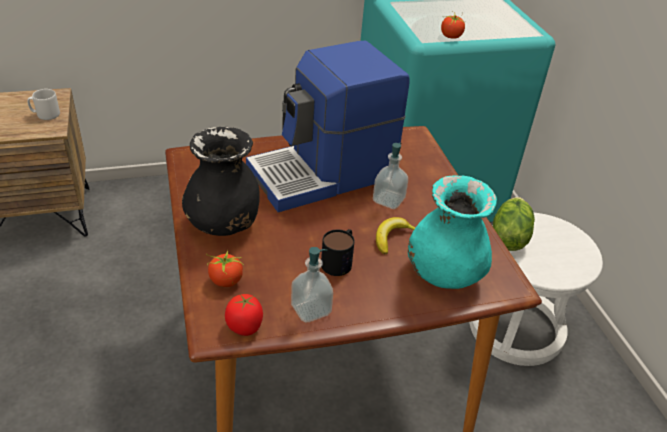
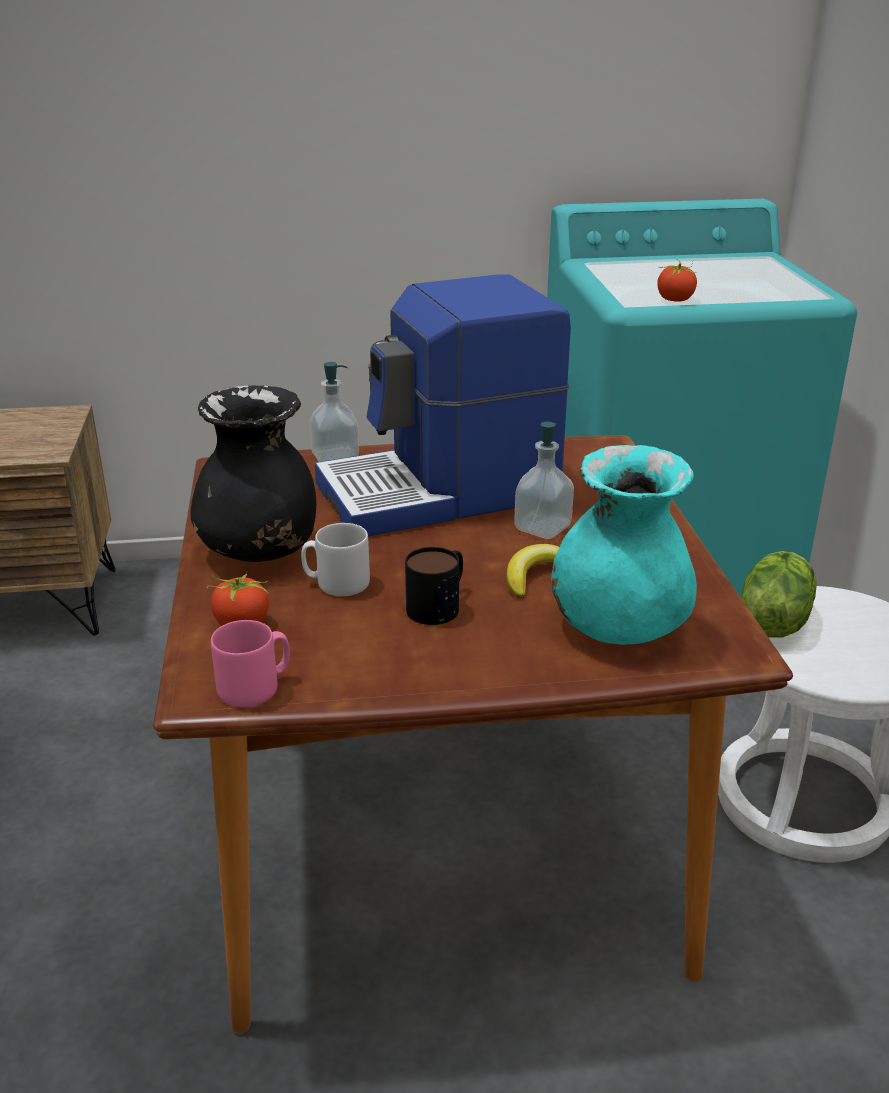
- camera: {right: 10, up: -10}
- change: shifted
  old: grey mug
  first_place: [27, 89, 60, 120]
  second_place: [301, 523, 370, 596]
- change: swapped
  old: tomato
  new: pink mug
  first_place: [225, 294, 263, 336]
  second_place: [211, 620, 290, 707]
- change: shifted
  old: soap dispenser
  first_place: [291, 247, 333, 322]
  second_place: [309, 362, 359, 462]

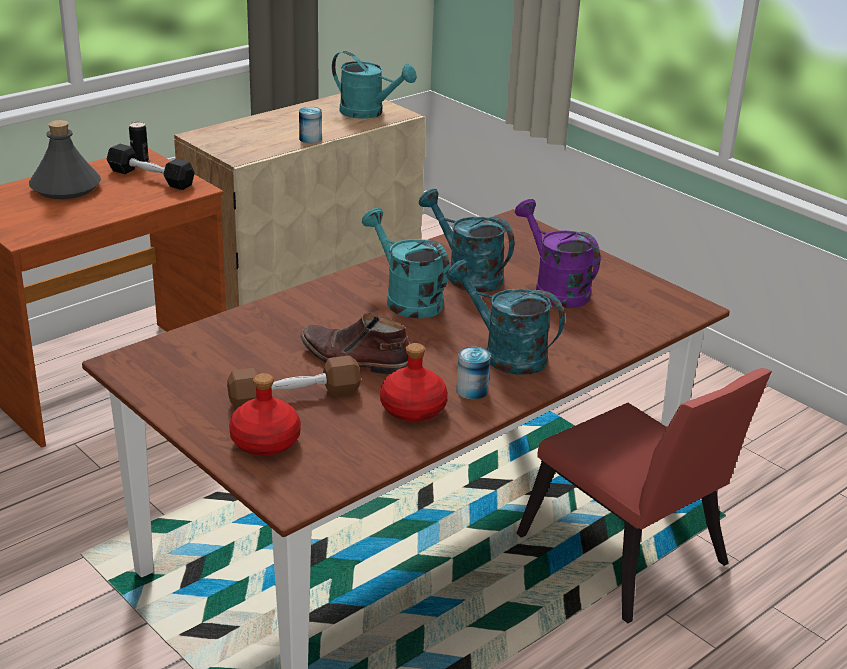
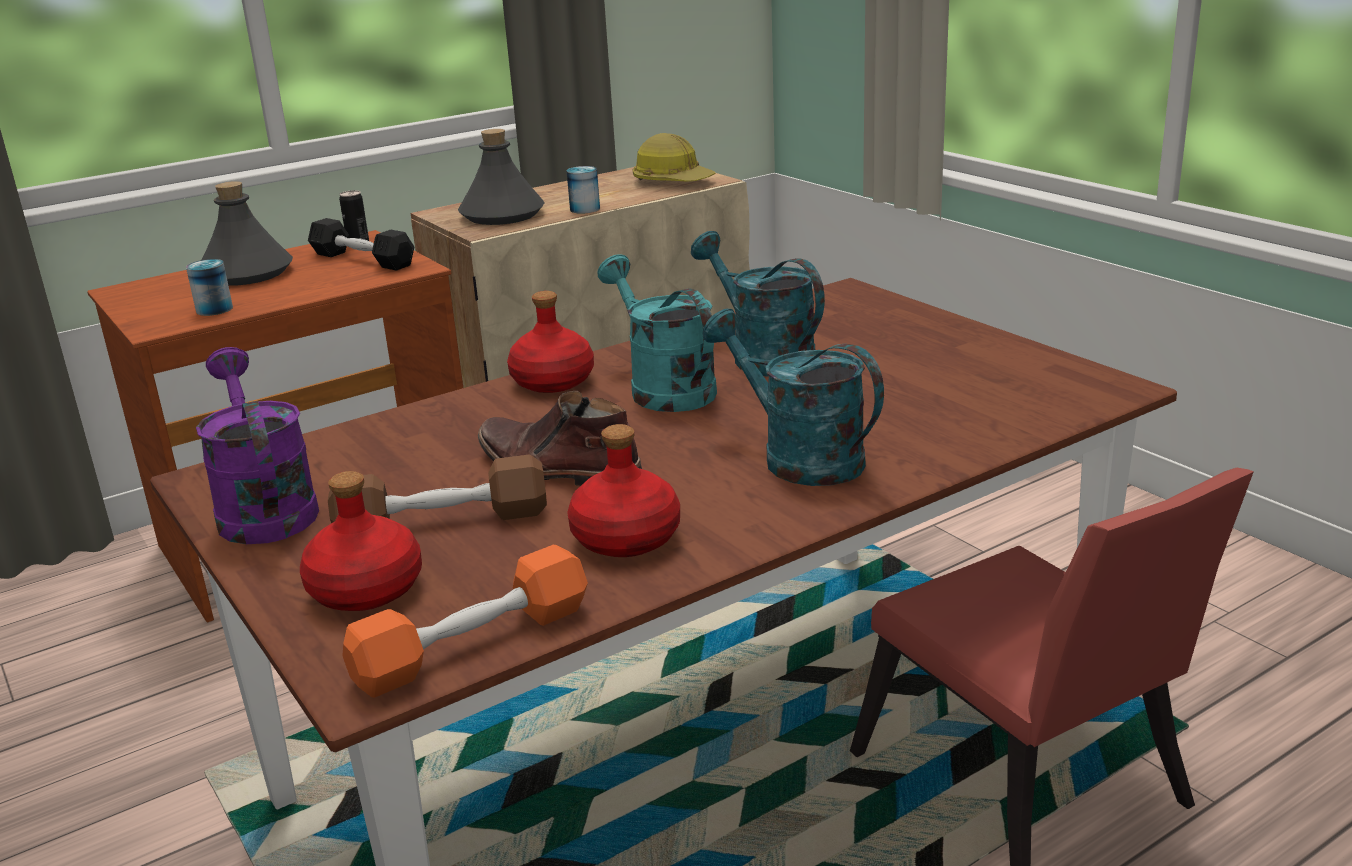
- camera: {right: 10, up: -5}
- change: swapped
  old: turquoise watering can
  new: hard hat
  first_place: [332, 51, 417, 119]
  second_place: [633, 133, 716, 182]
- change: shifted
  old: can
  first_place: [456, 347, 491, 400]
  second_place: [186, 259, 233, 316]
- change: shifted
  old: purple watering can
  first_place: [515, 199, 600, 308]
  second_place: [196, 347, 319, 544]
- change: new
  new: orange dumbbell
  second_place: [342, 545, 588, 698]
- change: new
  new: grey bottle
  second_place: [458, 129, 544, 225]
- change: new
  new: red bottle
  second_place: [507, 291, 594, 393]

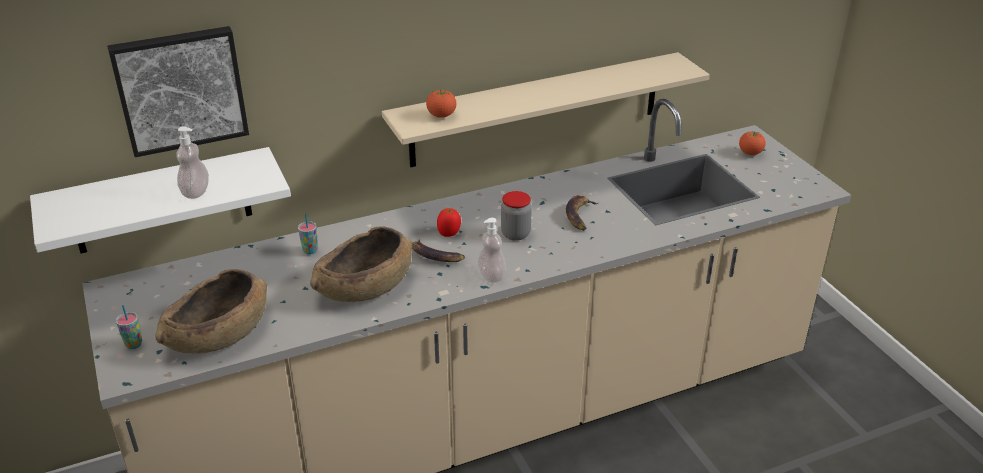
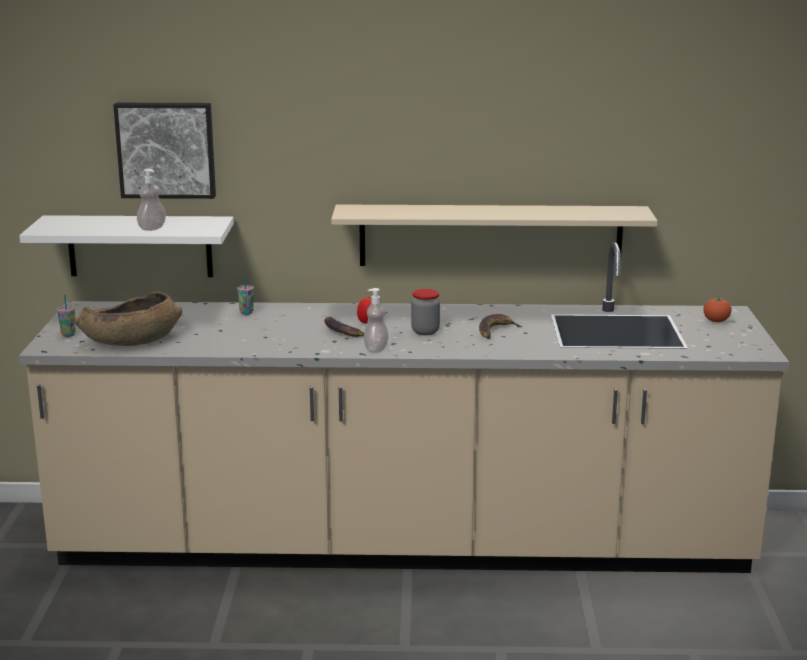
- camera: {right: 25, up: -15}
- change: gone
  old: brown bowl
  first_place: [310, 226, 413, 302]
- change: gone
  old: tomato
  first_place: [426, 89, 456, 118]

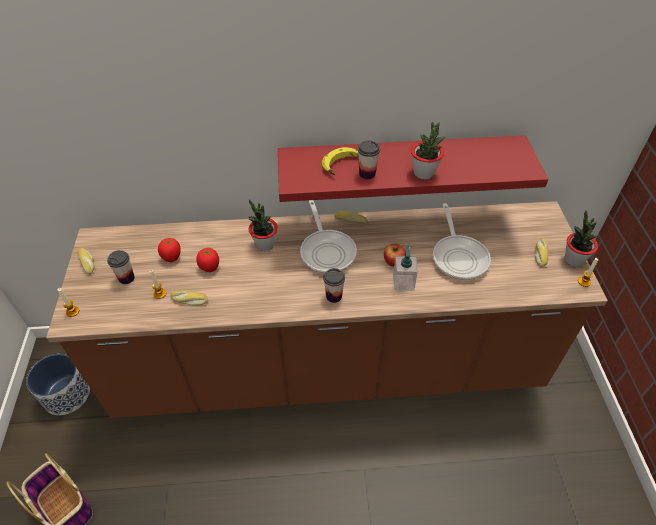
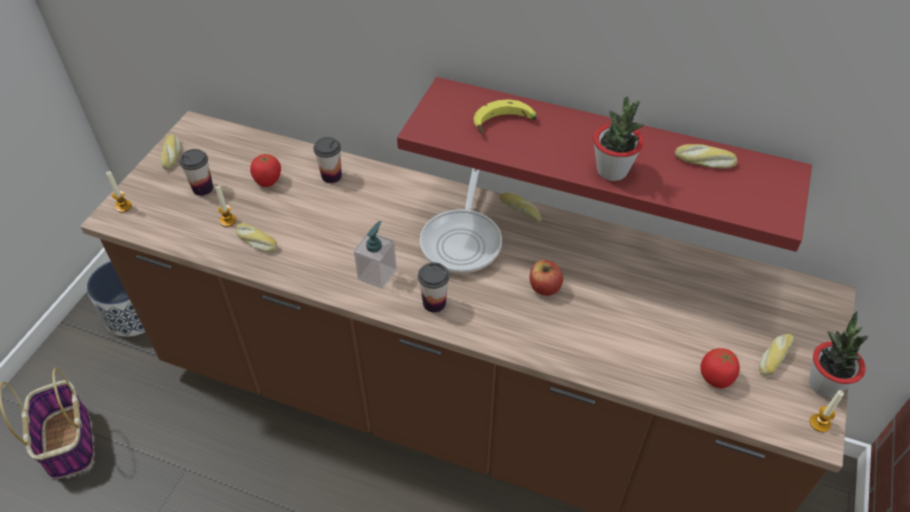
- camera: {right: 25, up: 0}
- change: shifted
  old: tomato
  first_place: [196, 248, 219, 272]
  second_place: [700, 348, 740, 388]
- change: gone
  old: potted plant
  first_place: [248, 199, 278, 251]
- change: shifted
  old: cup
  first_place: [358, 140, 380, 179]
  second_place: [313, 137, 342, 183]
- change: shifted
  old: soap dispenser
  first_place: [393, 245, 418, 291]
  second_place: [354, 221, 397, 289]
- change: gone
  old: frying pan
  first_place: [433, 203, 491, 280]
- change: new
  new: bread
  second_place: [675, 144, 737, 169]

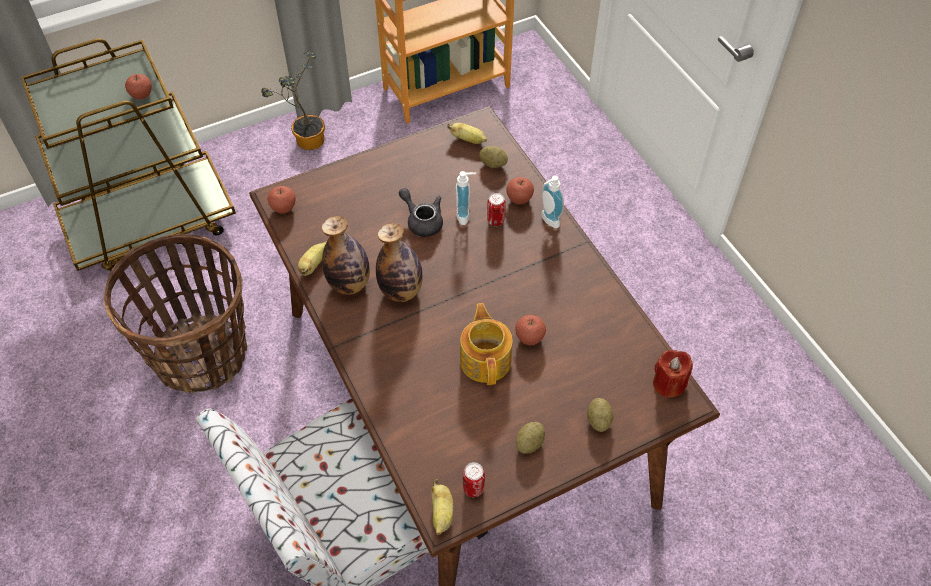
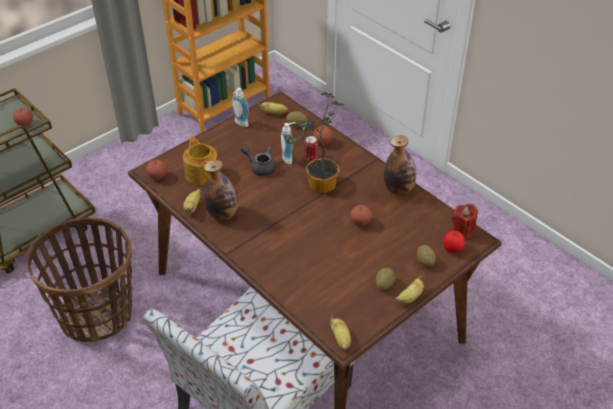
- camera: {right: -15, up: -10}
- change: shifted
  old: potted plant
  first_place: [261, 51, 325, 150]
  second_place: [284, 92, 345, 193]
- change: shifted
  old: bottle
  first_place: [376, 223, 423, 302]
  second_place: [384, 135, 416, 195]
- change: shifted
  old: teapot
  first_place: [460, 303, 513, 385]
  second_place: [183, 136, 217, 185]
- change: gone
  old: can
  first_place: [463, 462, 485, 497]
- change: shifted
  old: soap dispenser
  first_place: [541, 176, 564, 228]
  second_place: [232, 88, 249, 127]
- change: new
  new: banana
  second_place: [396, 276, 424, 304]
- change: new
  new: tomato
  second_place: [443, 230, 465, 253]

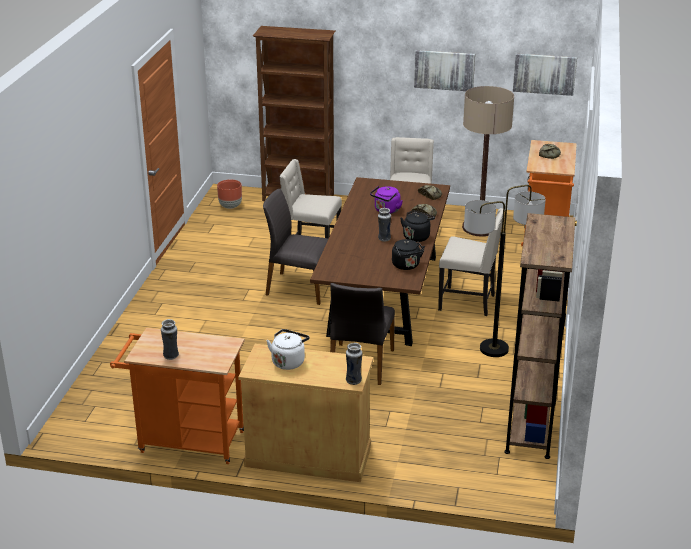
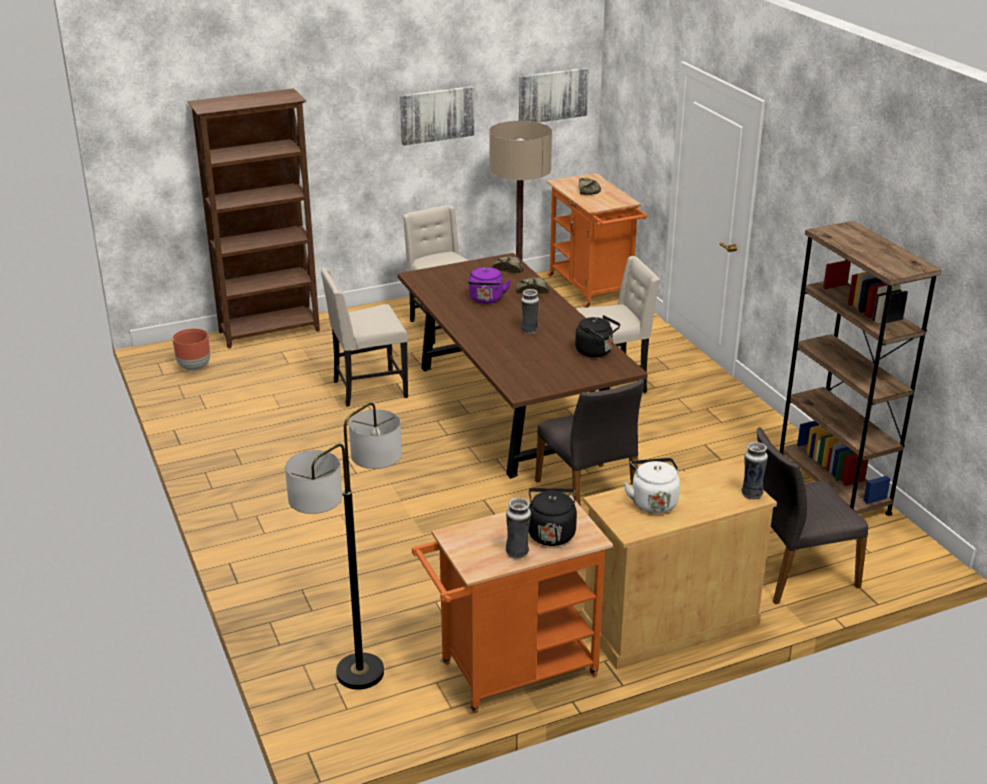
- camera: {right: -35, up: 0}
- change: shifted
  old: grey chair
  first_place: [263, 189, 328, 305]
  second_place: [757, 427, 868, 604]
- change: shifted
  old: black kettle
  first_place: [400, 210, 435, 242]
  second_place: [529, 488, 577, 546]
- change: shifted
  old: floor lamp
  first_place: [464, 185, 546, 357]
  second_place: [285, 403, 402, 690]

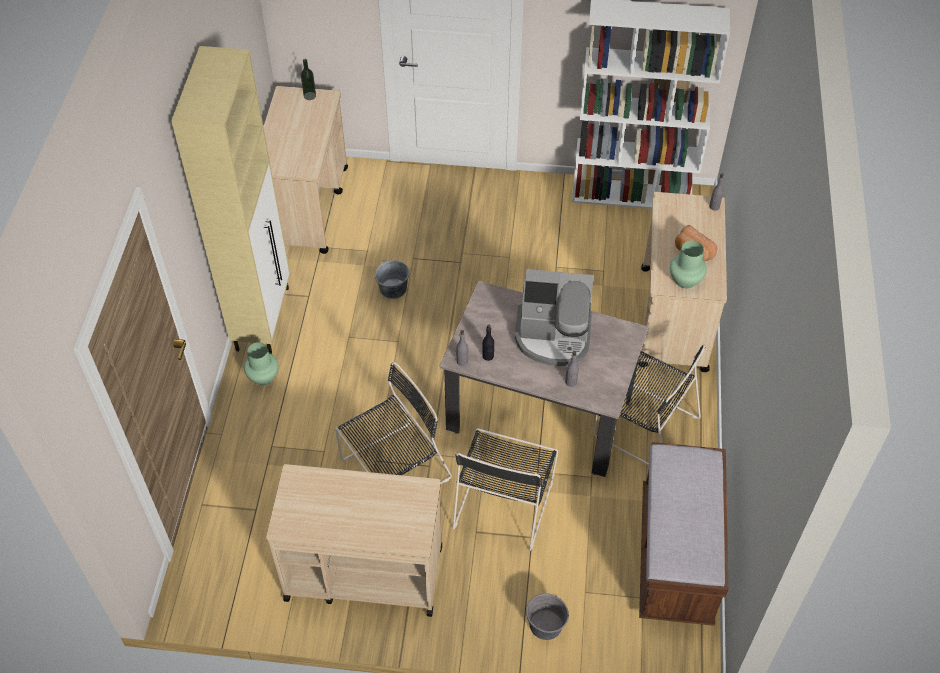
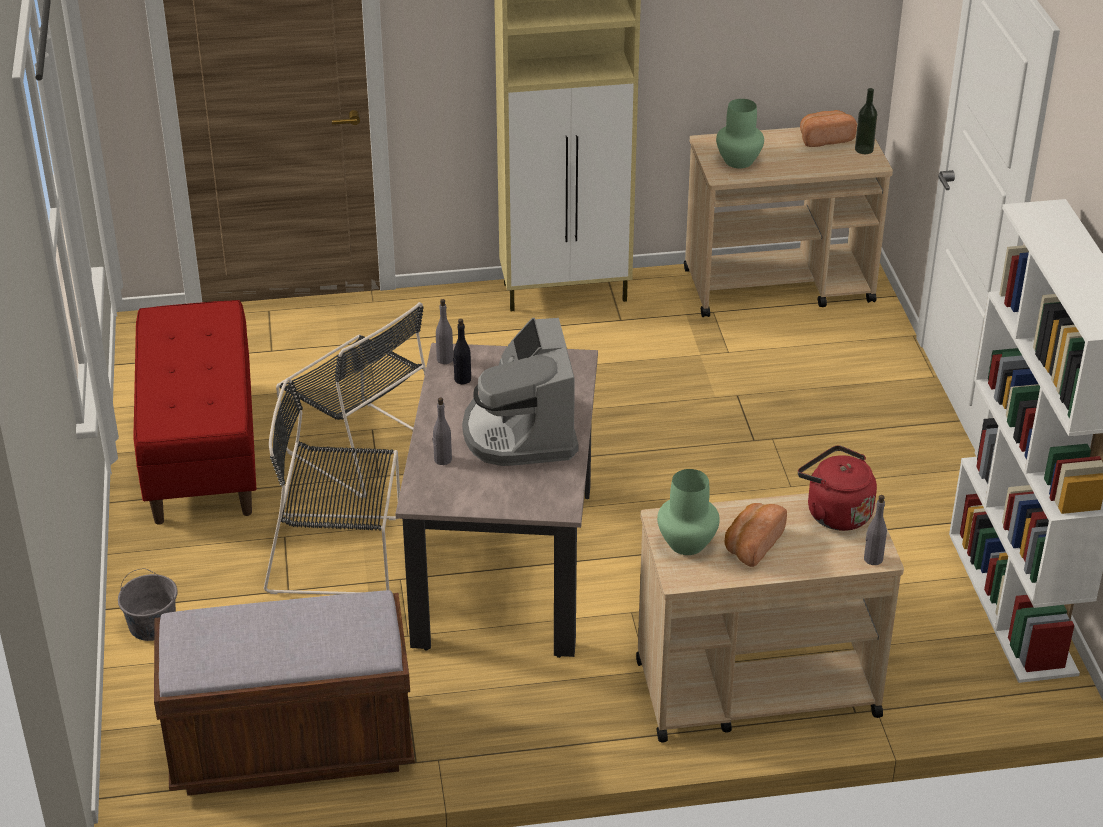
- camera: {right: 75, up: -15}
- change: shifted
  old: green vase
  first_place: [244, 342, 279, 385]
  second_place: [716, 99, 764, 168]
- change: swapped
  old: beige cart
  new: red bench
  first_place: [266, 464, 442, 617]
  second_place: [134, 300, 256, 525]
- change: gone
  old: grey bucket
  first_place: [375, 260, 410, 299]
- change: gone
  old: black chair
  first_place: [593, 344, 706, 465]
- change: new
  new: red kettle
  second_place: [798, 445, 877, 531]
- change: new
  new: bread
  second_place: [800, 110, 857, 147]

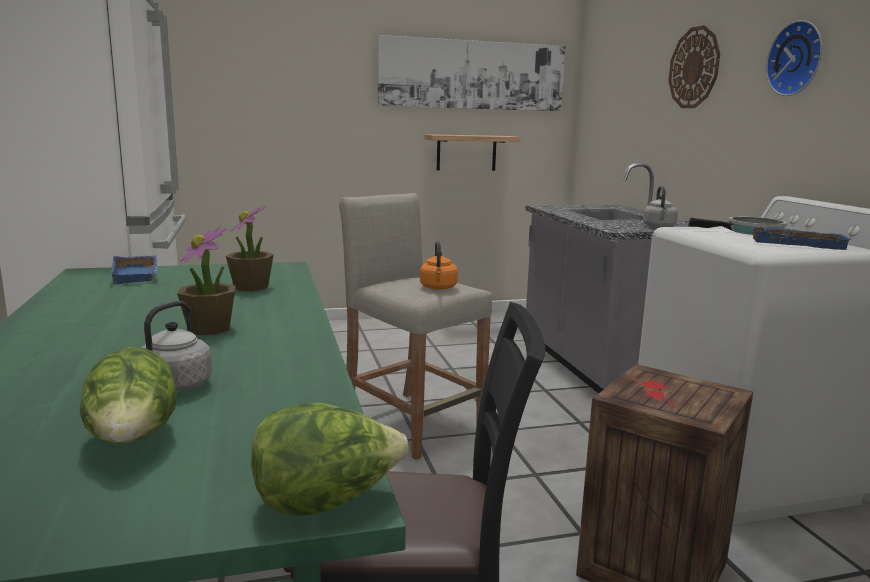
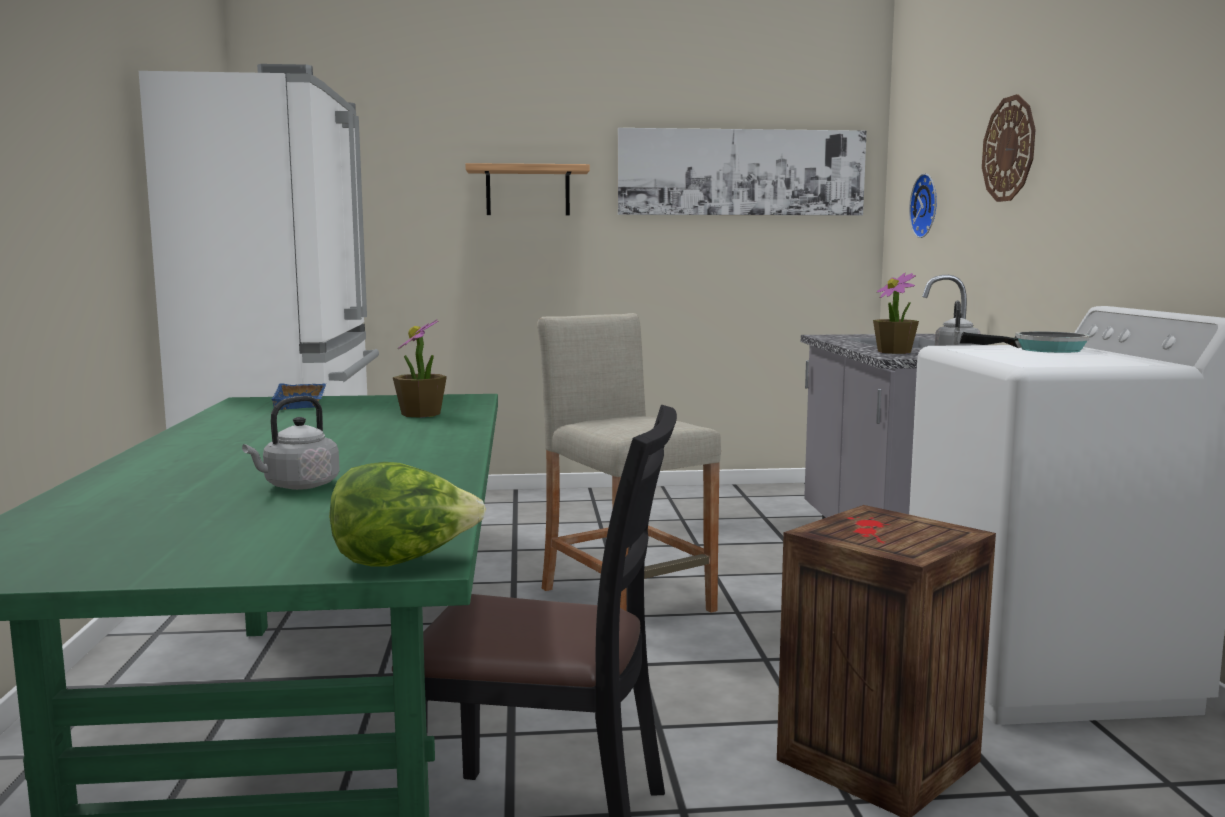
- camera: {right: 10, up: -5}
- change: gone
  old: lettuce
  first_place: [80, 347, 177, 443]
- change: shifted
  old: potted plant
  first_place: [177, 226, 236, 335]
  second_place: [873, 273, 919, 354]
- change: gone
  old: orange kettle
  first_place: [420, 240, 458, 290]
- change: shifted
  old: shelf
  first_place: [425, 134, 520, 171]
  second_place: [466, 163, 590, 215]
- change: gone
  old: blue tray
  first_place: [750, 225, 852, 250]
- change: shifted
  old: wall clock
  first_place: [766, 20, 822, 96]
  second_place: [909, 173, 937, 238]

